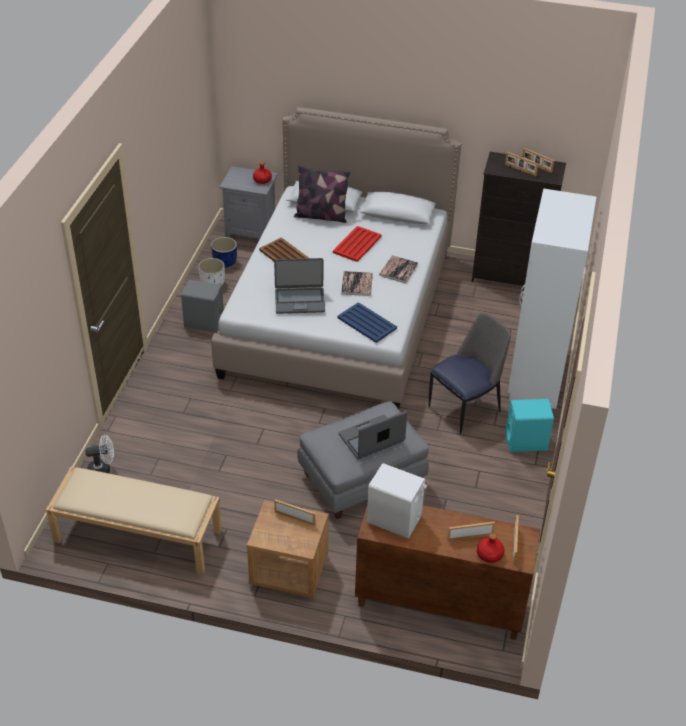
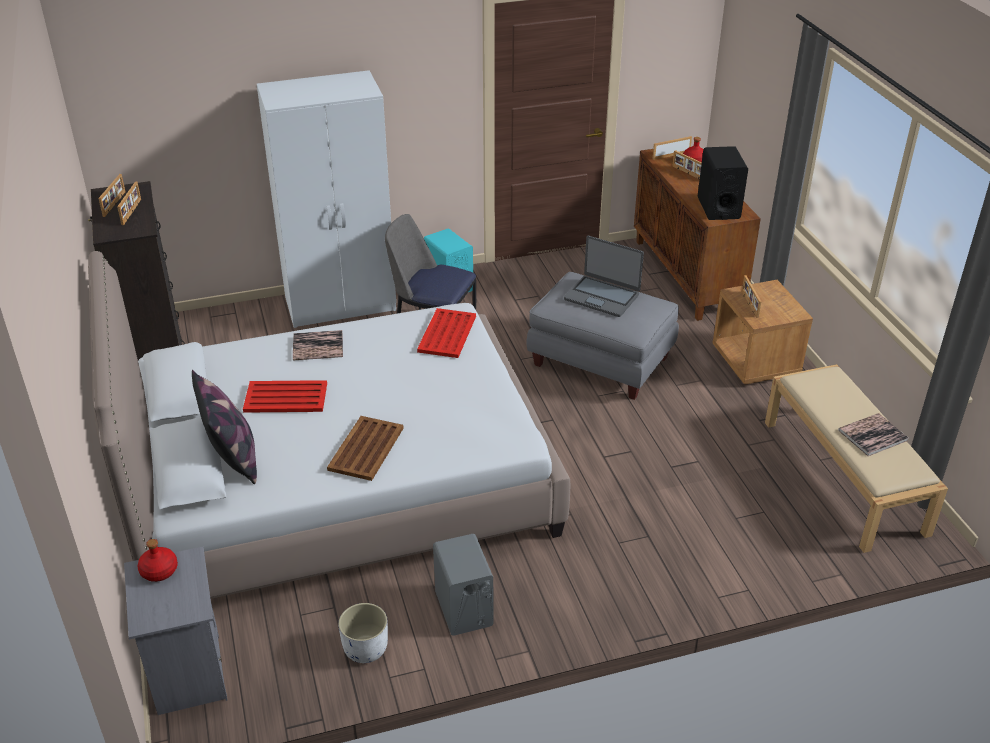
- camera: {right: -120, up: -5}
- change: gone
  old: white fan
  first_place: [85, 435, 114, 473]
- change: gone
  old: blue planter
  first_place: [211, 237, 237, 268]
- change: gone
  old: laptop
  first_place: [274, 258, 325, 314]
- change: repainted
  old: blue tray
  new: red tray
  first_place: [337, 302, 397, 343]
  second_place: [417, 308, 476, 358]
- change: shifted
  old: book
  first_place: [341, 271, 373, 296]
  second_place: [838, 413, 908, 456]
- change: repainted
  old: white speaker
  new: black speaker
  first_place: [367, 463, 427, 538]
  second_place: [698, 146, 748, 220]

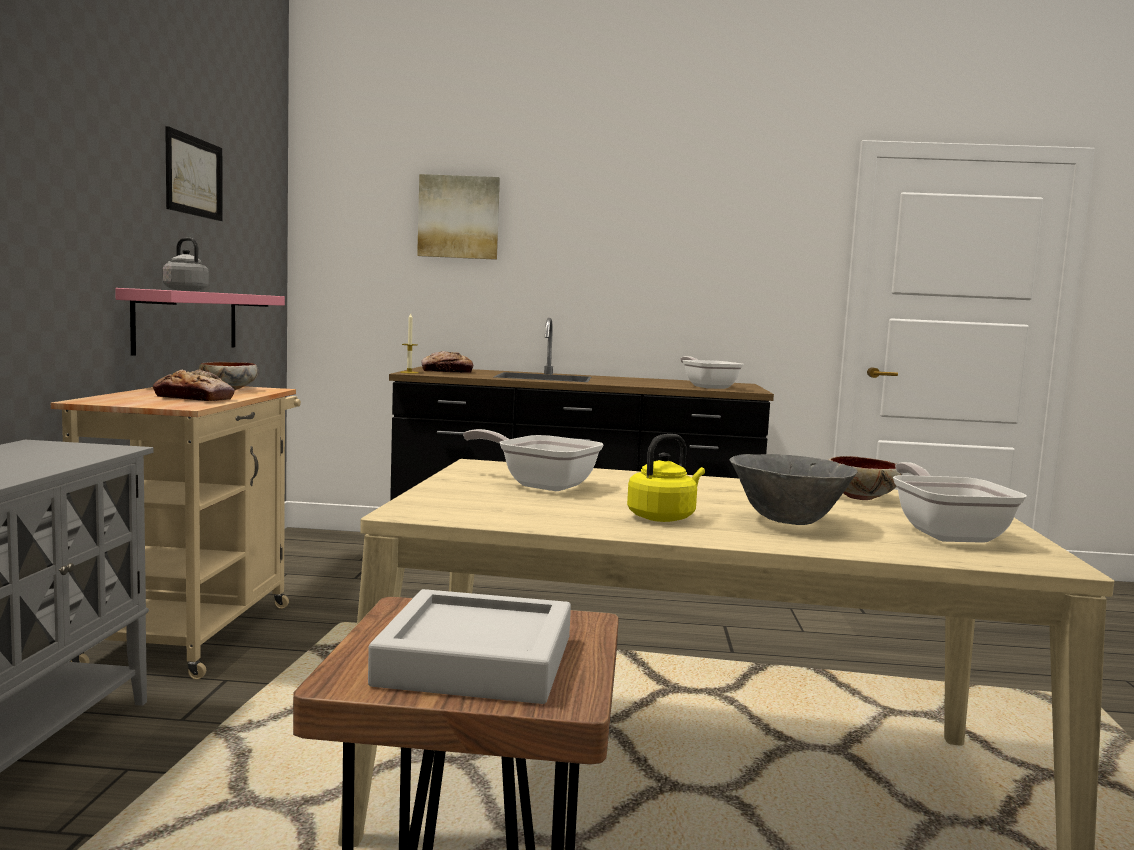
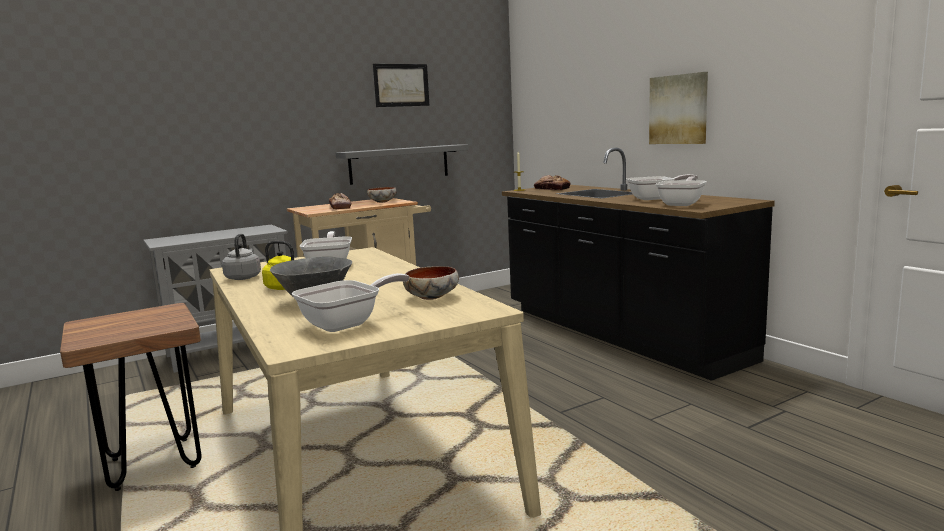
- camera: {right: 55, up: 5}
- change: repainted
  old: pink shelf
  new: grey shelf
  first_place: [115, 288, 285, 356]
  second_place: [336, 145, 469, 185]
- change: shifted
  old: grey kettle
  first_place: [163, 237, 209, 291]
  second_place: [222, 234, 261, 280]
- change: gone
  old: grey tray
  first_place: [368, 589, 571, 704]
- change: shifted
  old: picture
  first_place: [417, 174, 500, 260]
  second_place: [649, 72, 708, 144]
- change: new
  new: frying pan
  second_place: [627, 174, 698, 200]

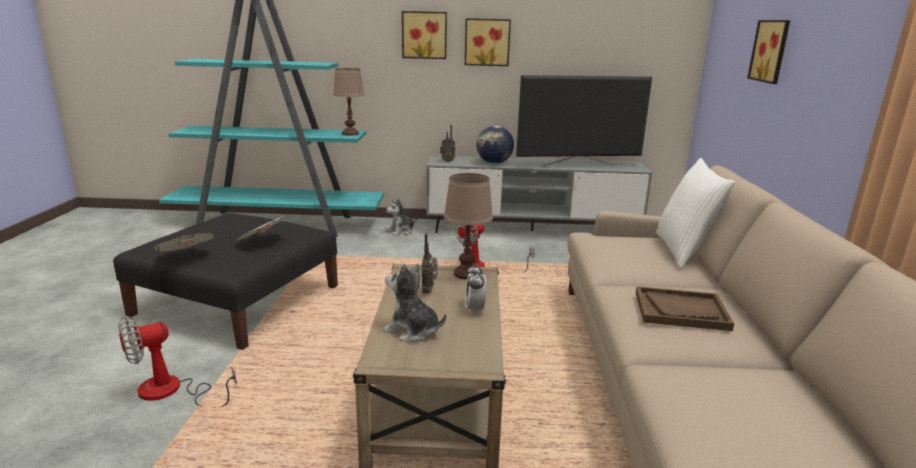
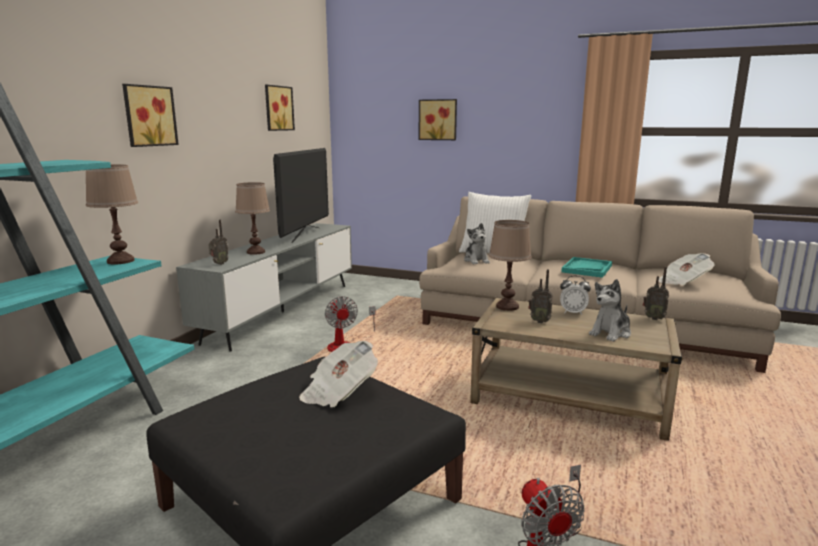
- camera: {right: -70, up: -5}
- change: shifted
  old: newspaper
  first_place: [155, 233, 214, 252]
  second_place: [659, 253, 715, 285]
- change: shifted
  old: plush toy
  first_place: [386, 198, 418, 236]
  second_place: [464, 223, 490, 264]
- change: shifted
  old: picture
  first_place: [465, 18, 511, 66]
  second_place: [265, 85, 295, 131]
- change: swapped
  old: globe
  new: brown table lamp
  first_place: [476, 126, 514, 164]
  second_place: [235, 182, 270, 255]
- change: repainted
  old: brown tray
  new: turquoise tray
  first_place: [636, 286, 734, 331]
  second_place: [561, 257, 612, 278]
- change: new
  new: radio
  second_place: [643, 267, 669, 320]

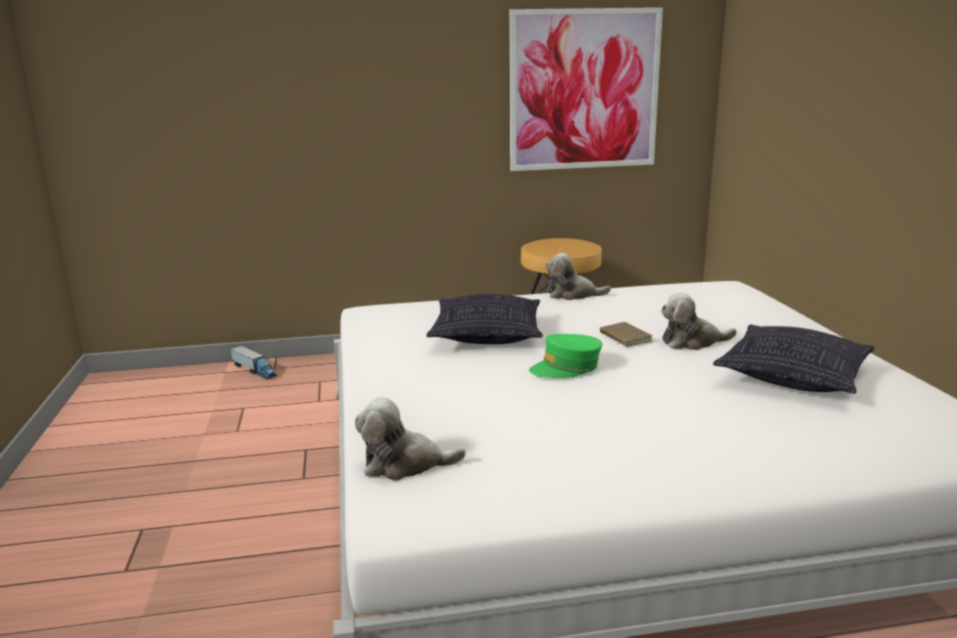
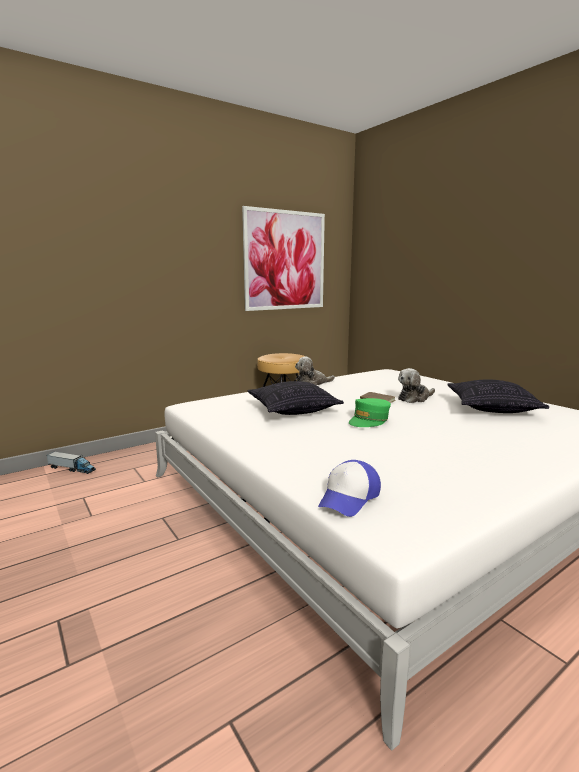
- camera: {right: -25, up: -5}
- change: swapped
  old: plush toy
  new: cap
  first_place: [355, 397, 466, 481]
  second_place: [318, 460, 381, 517]

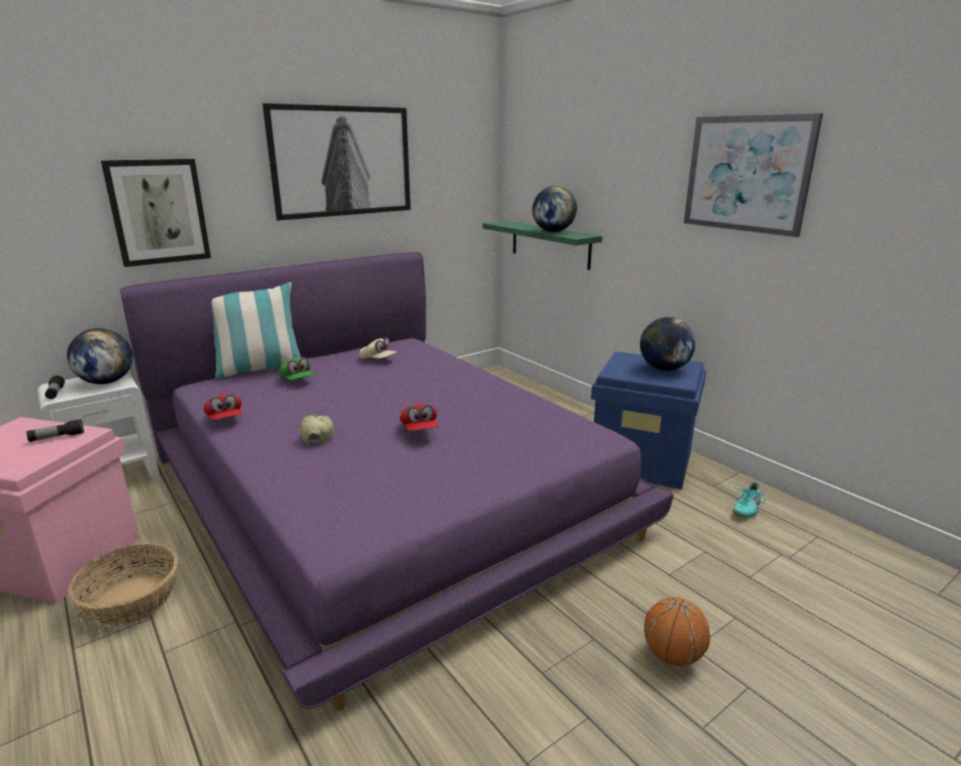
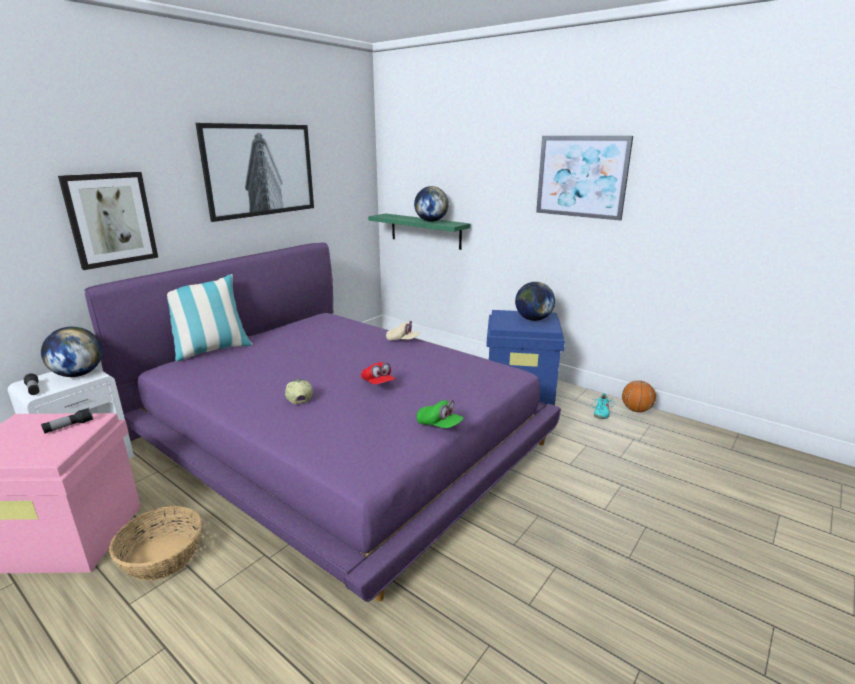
- camera: {right: -15, up: 0}
- change: gone
  old: red cap
  first_place: [204, 394, 243, 421]
- change: shifted
  old: green cap
  first_place: [278, 357, 314, 380]
  second_place: [416, 400, 464, 428]
- change: shifted
  old: beige cap
  first_place: [359, 337, 396, 359]
  second_place: [386, 321, 420, 341]
- change: shifted
  old: basketball
  first_place: [644, 597, 710, 666]
  second_place: [622, 380, 656, 412]

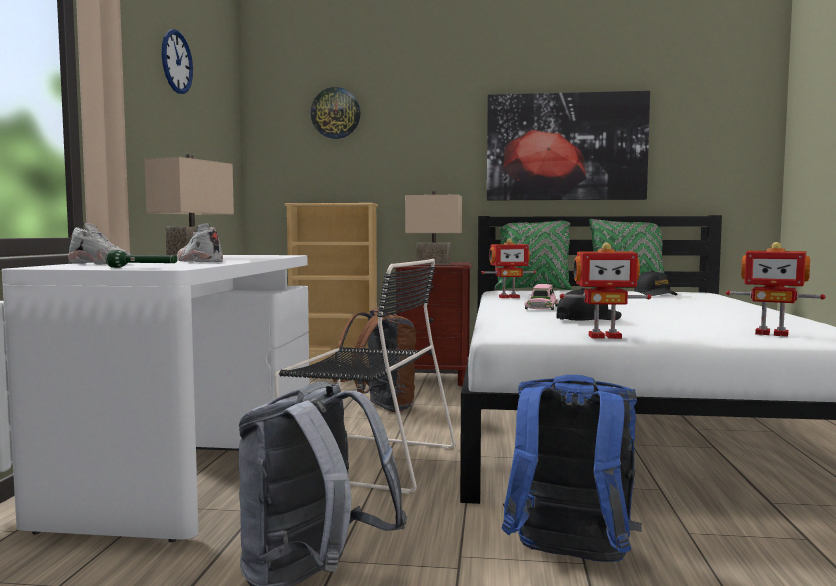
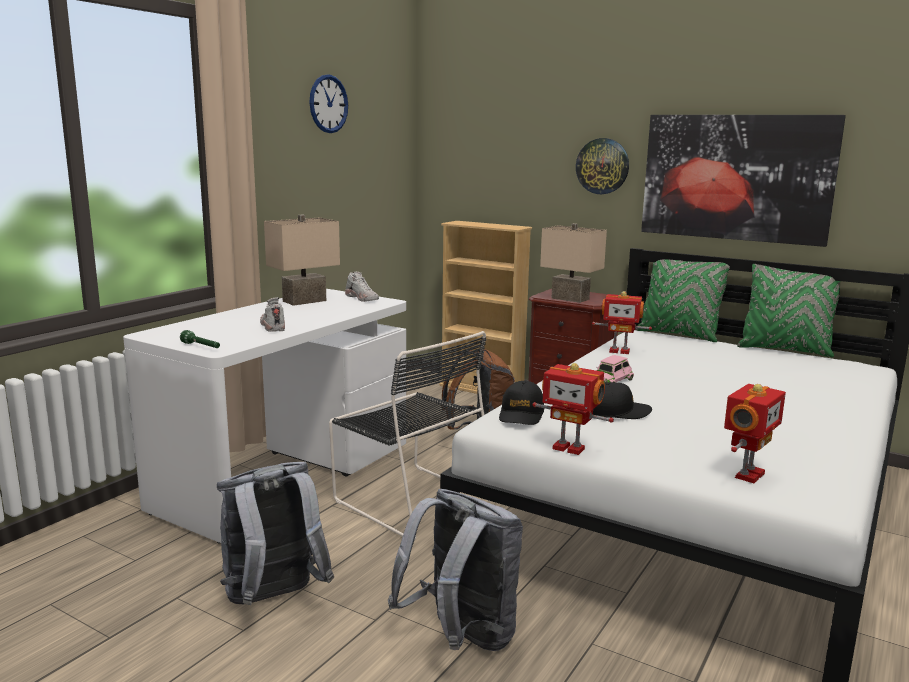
- camera: {right: 25, up: 10}
- change: shifted
  old: white shoe
  first_place: [68, 223, 131, 265]
  second_place: [345, 272, 379, 302]
- change: shifted
  old: wall clock
  first_place: [311, 87, 360, 139]
  second_place: [576, 138, 629, 194]
- change: repainted
  old: blue backpack
  new: grey backpack
  first_place: [502, 375, 642, 562]
  second_place: [388, 489, 523, 651]
- change: shifted
  old: black cap
  first_place: [634, 271, 678, 296]
  second_place: [499, 381, 544, 425]
- change: rotated
  old: toy robot
  first_place: [726, 242, 826, 337]
  second_place: [724, 384, 786, 483]
  degrees: -105

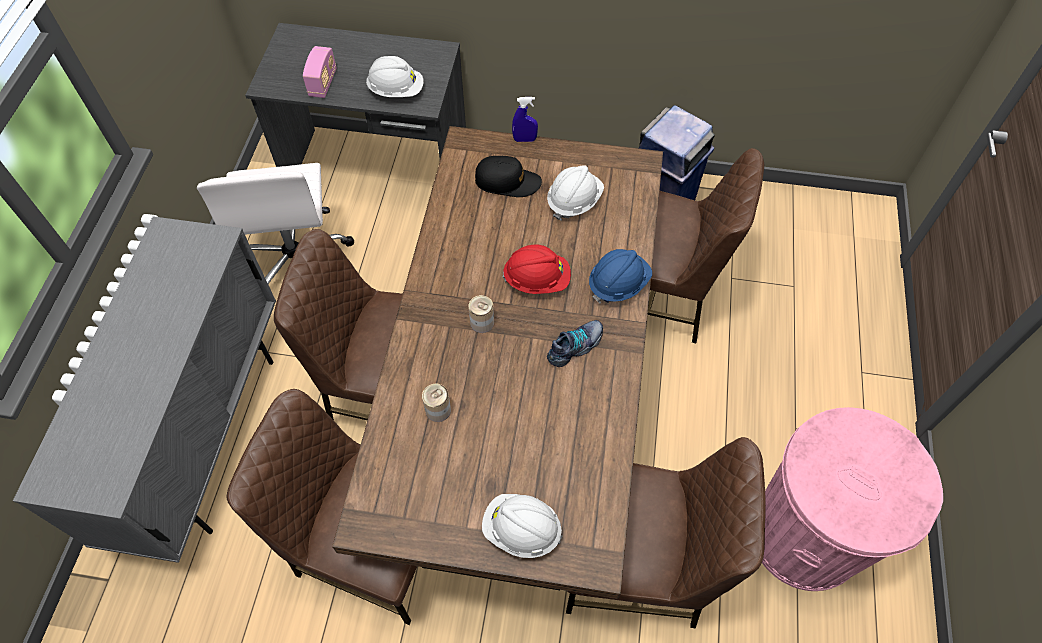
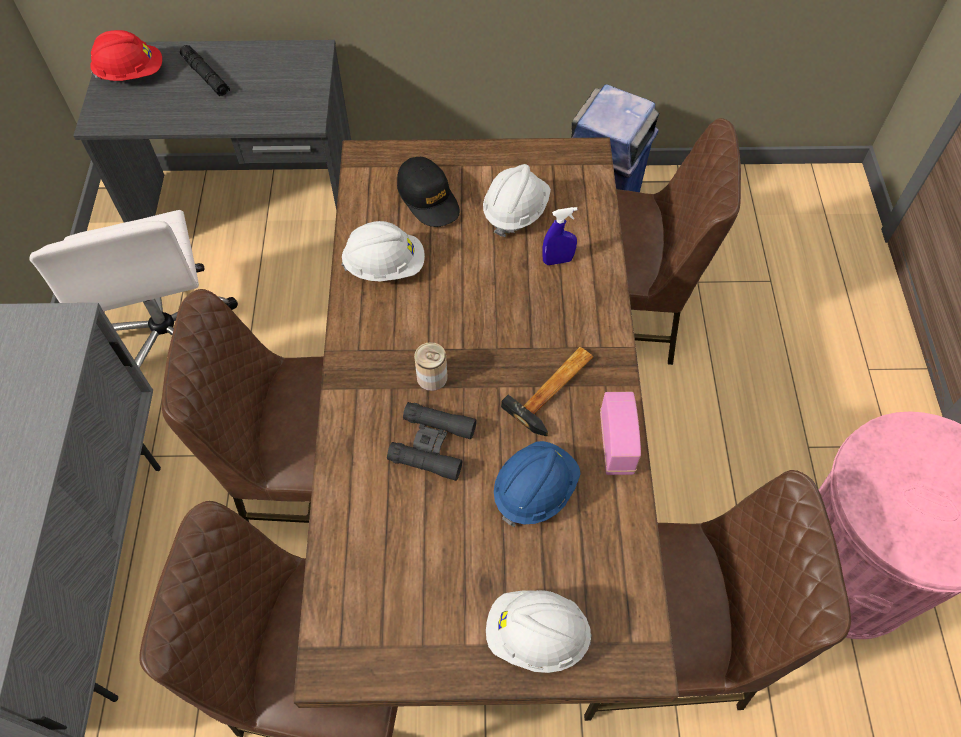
- camera: {right: -10, up: 0}
- change: shifted
  old: radio
  first_place: [303, 46, 337, 98]
  second_place: [600, 392, 641, 475]
- change: shifted
  old: white hard hat
  first_place: [366, 56, 424, 97]
  second_place: [341, 221, 425, 281]
- change: gone
  old: can
  first_place: [422, 384, 451, 422]
- change: rotated
  old: black cap
  first_place: [475, 156, 542, 197]
  second_place: [397, 157, 460, 227]
  degrees: 60
- change: shifted
  old: red hard hat
  first_place: [503, 244, 571, 294]
  second_place: [90, 30, 162, 81]
- change: shifted
  old: blue spray bottle
  first_place: [512, 97, 538, 142]
  second_place: [542, 207, 578, 265]
- change: swapped
  old: shoe
  new: hammer
  first_place: [547, 320, 603, 367]
  second_place: [501, 347, 593, 436]
- change: shifted
  old: blue hard hat
  first_place: [589, 249, 652, 304]
  second_place: [494, 441, 581, 527]
- change: new
  new: black flashlight
  second_place: [180, 45, 230, 96]
- change: new
  new: black binoculars
  second_place: [387, 402, 477, 481]

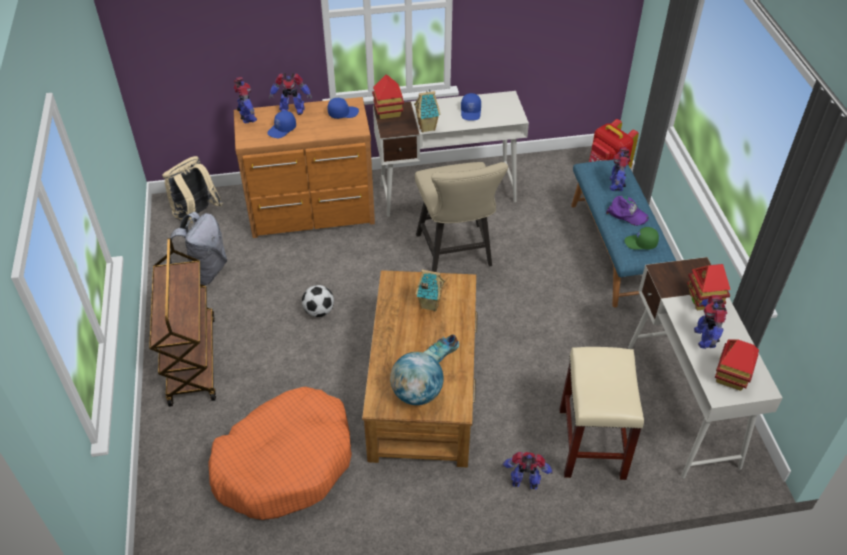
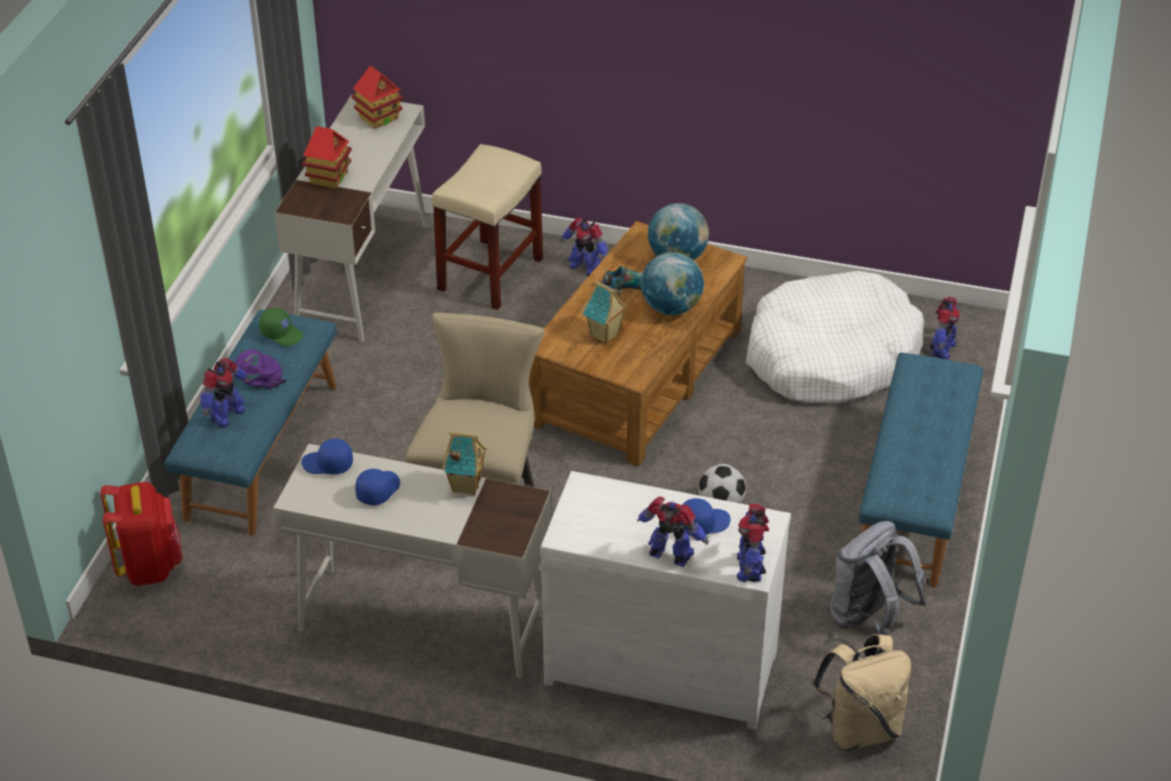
- camera: {right: -155, up: -5}
- change: swapped
  old: brown cart
  new: blue bench
  first_place: [149, 238, 216, 407]
  second_place: [859, 353, 983, 587]
- change: repainted
  old: orange dog bed
  new: white dog bed
  first_place: [208, 387, 352, 520]
  second_place: [746, 271, 924, 403]
- change: repainted
  old: brown dresser
  new: white dresser
  first_place: [234, 97, 375, 238]
  second_place: [540, 471, 791, 730]
- change: shifted
  old: blue cap
  first_place: [327, 98, 359, 119]
  second_place: [301, 439, 353, 475]
- change: gone
  old: toy house
  first_place: [372, 74, 404, 119]
- change: shifted
  old: toy robot
  first_place: [694, 295, 727, 349]
  second_place: [929, 296, 960, 360]
- change: new
  new: globe
  second_place: [641, 252, 704, 315]

